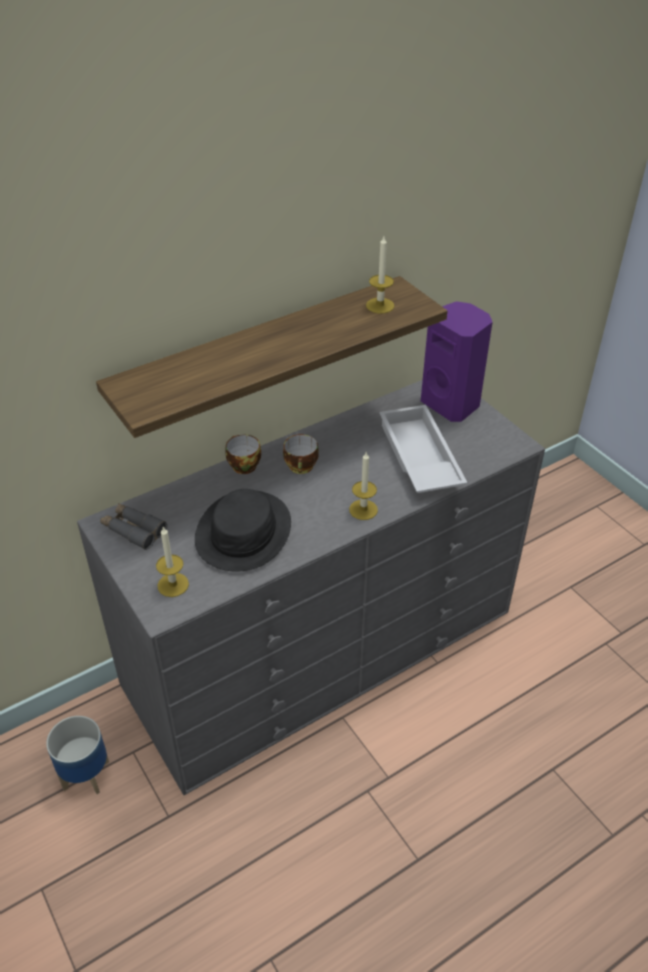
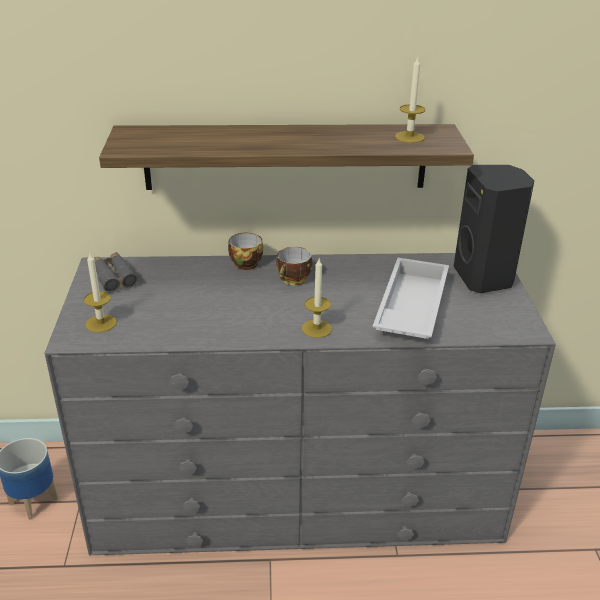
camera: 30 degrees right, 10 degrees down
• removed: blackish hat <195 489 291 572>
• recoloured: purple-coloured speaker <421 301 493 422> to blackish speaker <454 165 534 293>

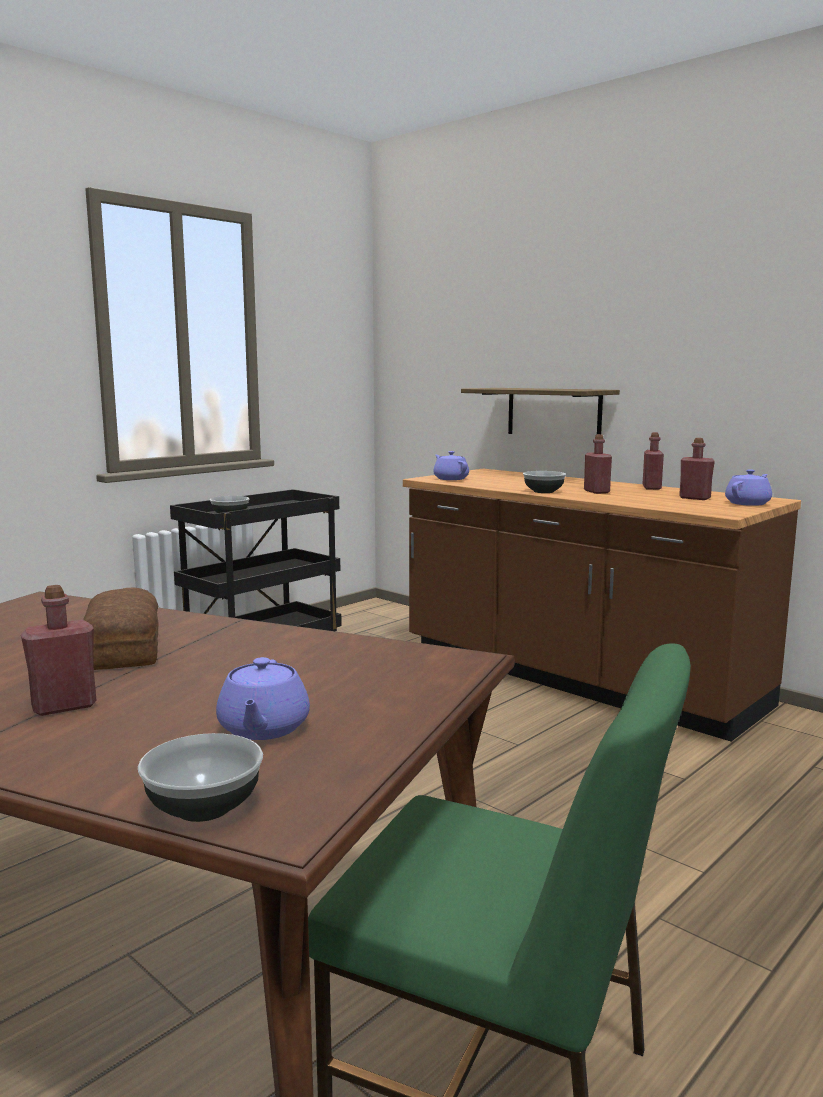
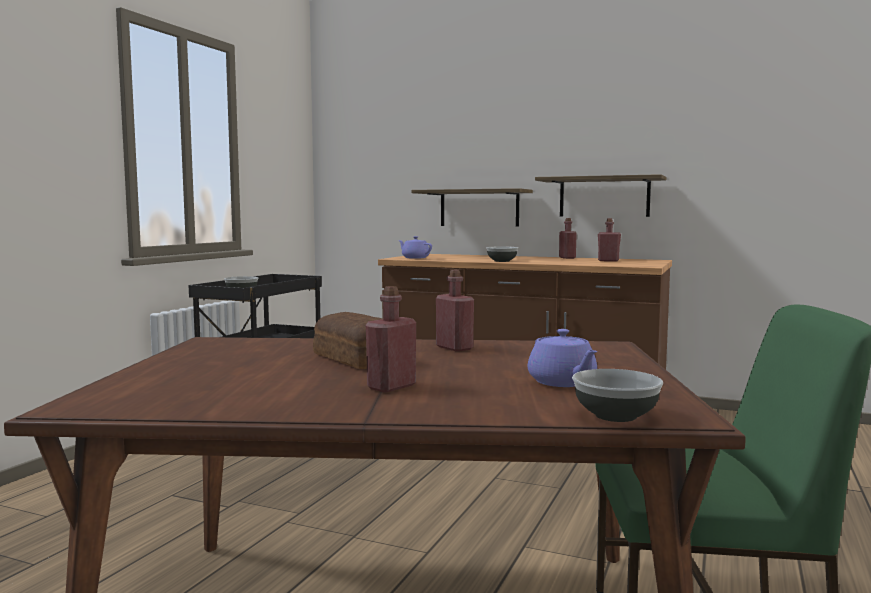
camera: 20 degrees left, 5 degrees down
• removed: purple-coloured pot for tea <725 469 772 506>
• added: bracket shelf <535 174 666 217>
• moved: red bottle <584 434 612 494> to <436 270 474 352>

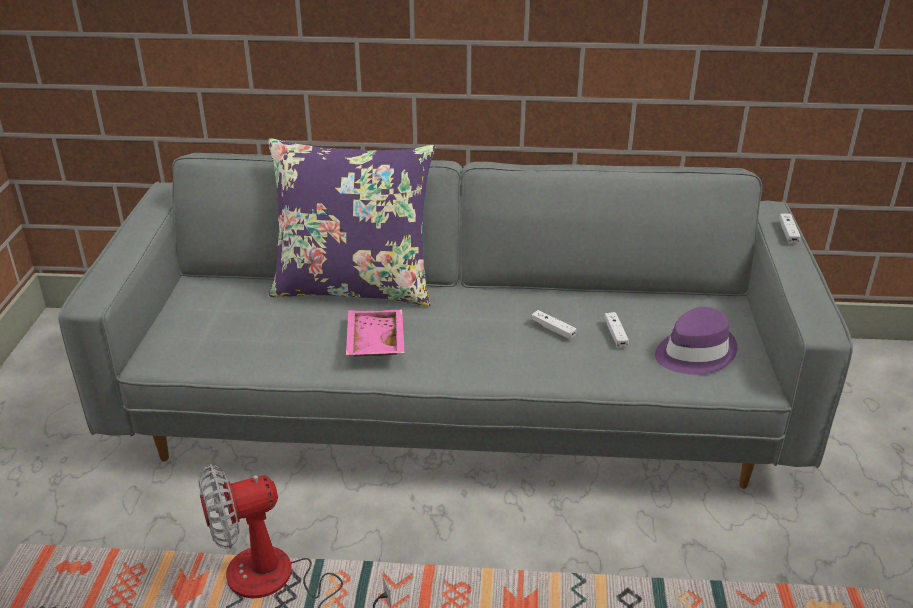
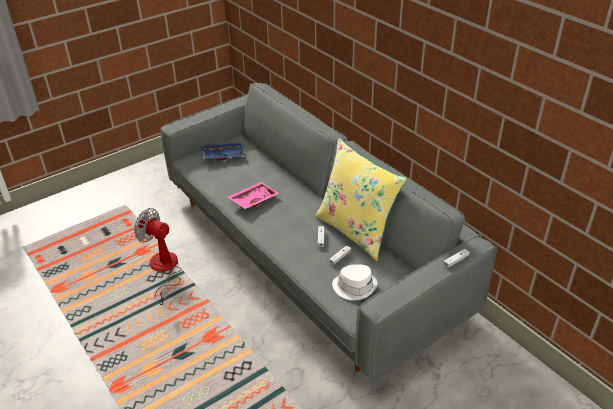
camera: 50 degrees right, 5 degrees up
• removed: purple-coloured cushion <269 138 436 306>
• added: blue-coloured tray <200 143 246 161>
• added: yellow-coloured cushion <315 138 407 261>
• recoloured: purple-coloured hat <655 307 737 375> to whitish hat <332 264 377 300>

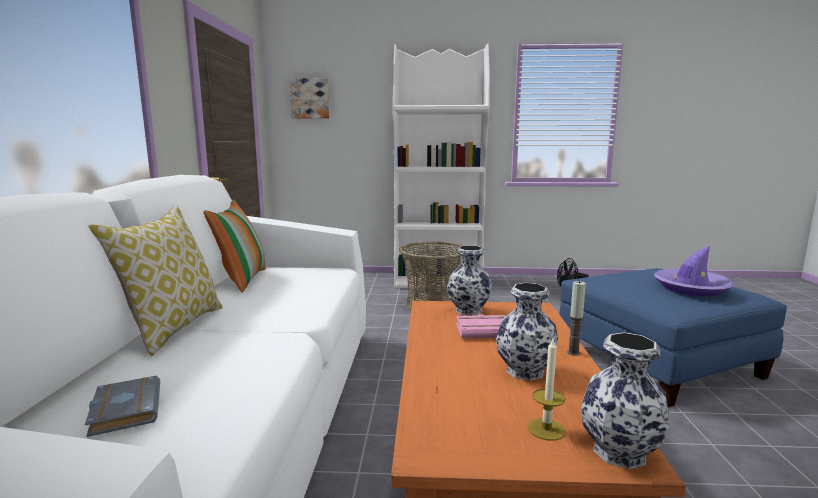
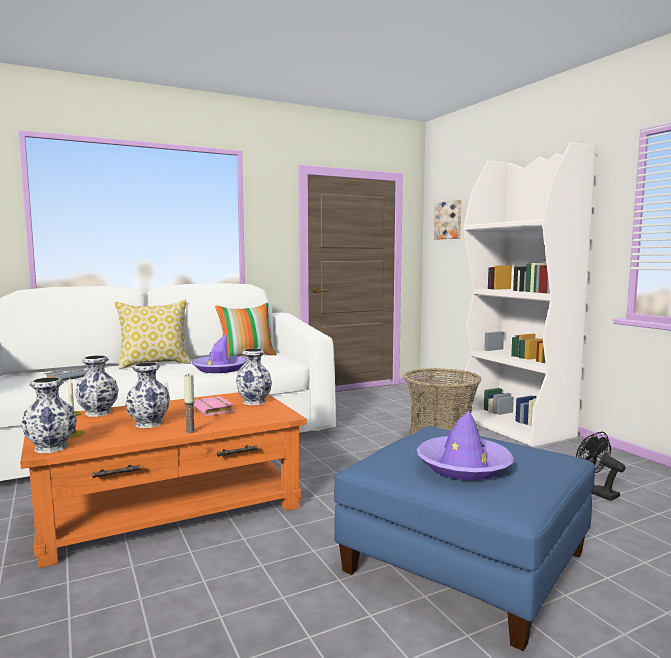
camera: 60 degrees right, 5 degrees down
• added: vase <75 355 119 417>
• added: purple-coloured hat <192 334 246 373>

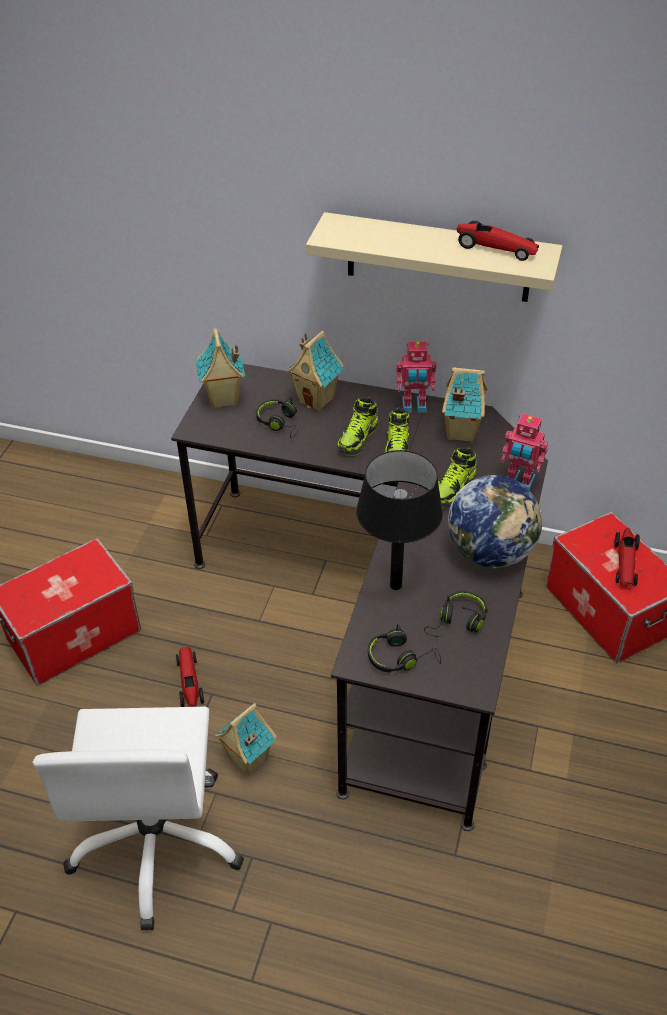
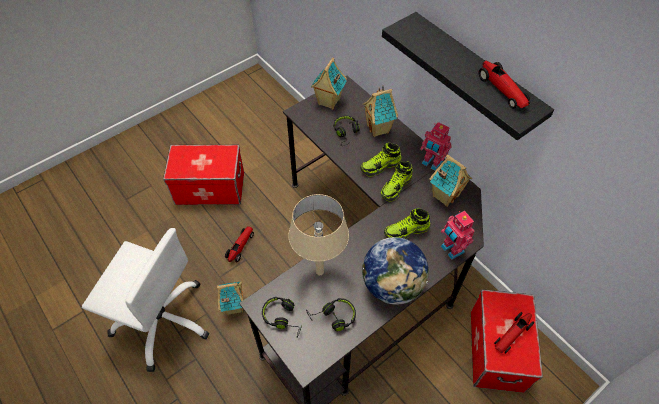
camera: 35 degrees right, 10 degrees up
• recoloured: beige bracket shelf <306 212 563 302> to blackish bracket shelf <382 12 554 140>
• recoloured: blackish table lamp <356 450 443 590> to beige table lamp <288 194 349 275>
• turned: whitish desk chair <33 707 244 930> = <82 228 209 372> 105 degrees counterclockwise

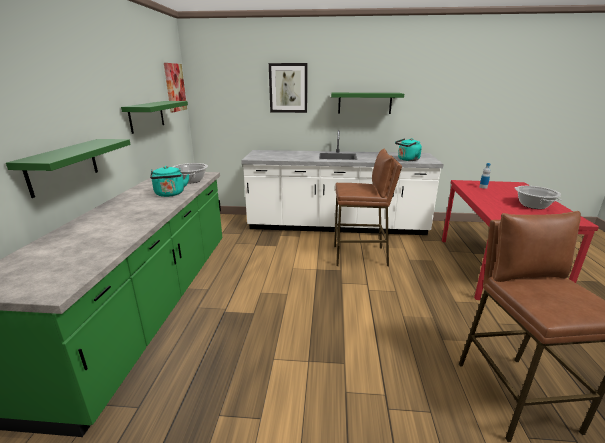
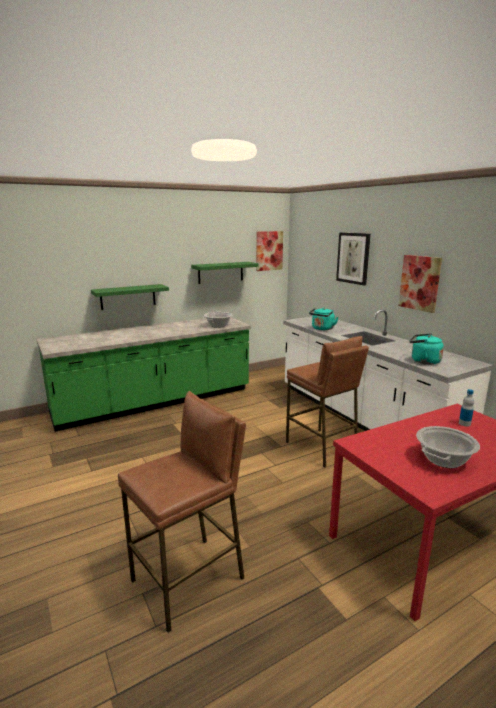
camera: 55 degrees right, 5 degrees down
• moved: turquoise-coloured tea kettle <150 166 189 197> to <309 308 339 330>
• replaced: green-coloured bracket shelf <331 93 404 114> to wall picture <398 255 442 313>

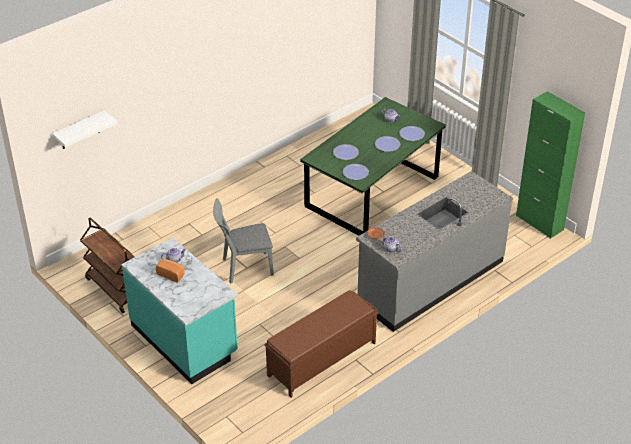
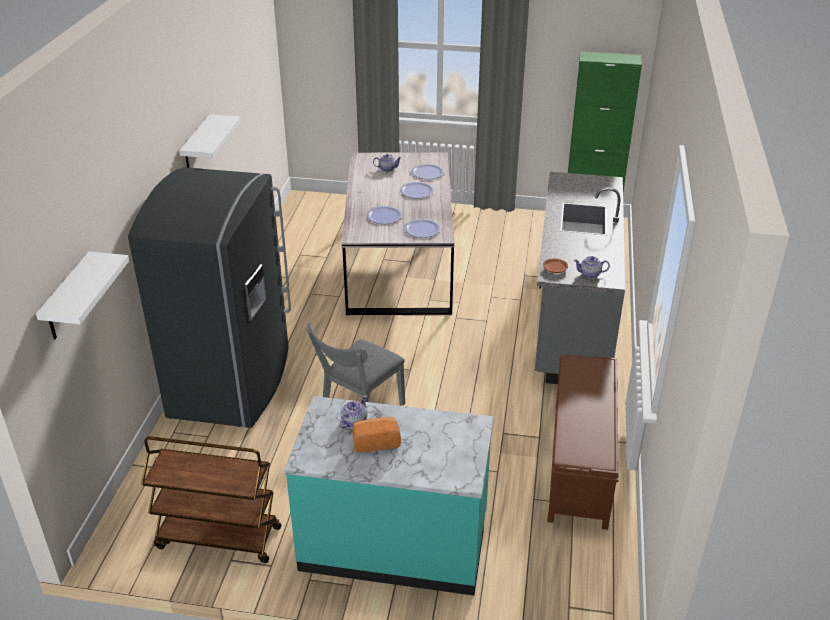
camera: 40 degrees left, 5 degrees down
• added: greyish refrigerator <128 167 291 428>
• added: whitish bracket shelf <179 114 241 168>
• recoloured: green-coloured dining table <300 97 446 236> to greyish dining table <341 152 455 315>

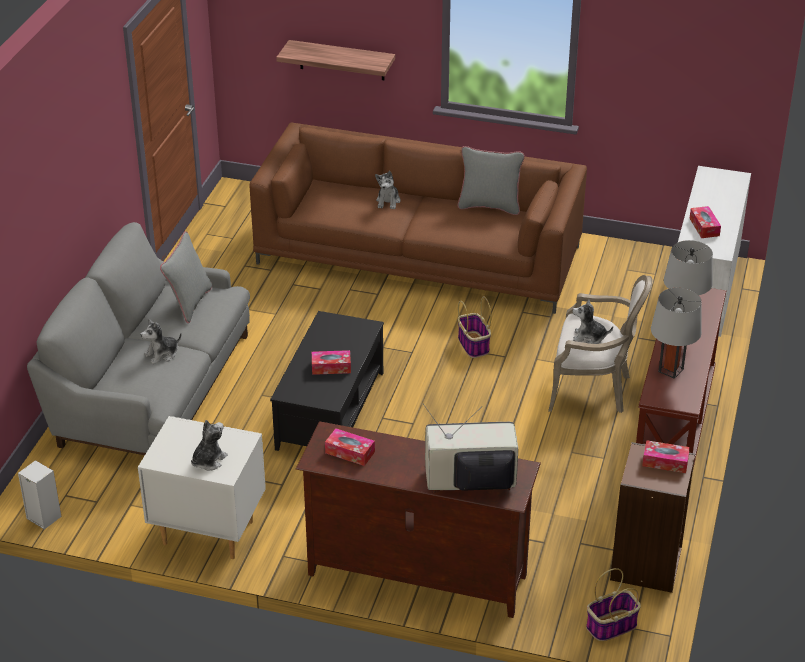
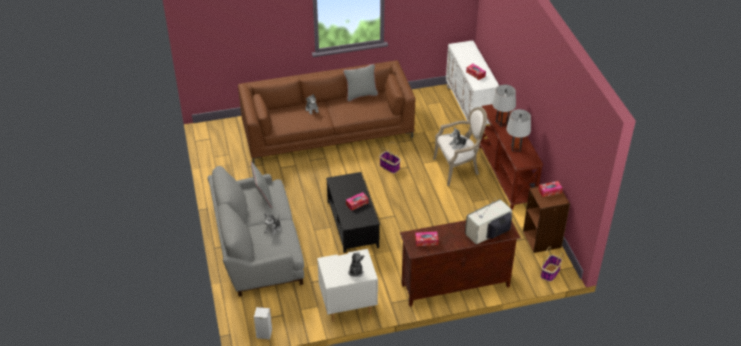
camera: 30 degrees left, 5 degrees up
• removed: bracket shelf <276 40 395 80>

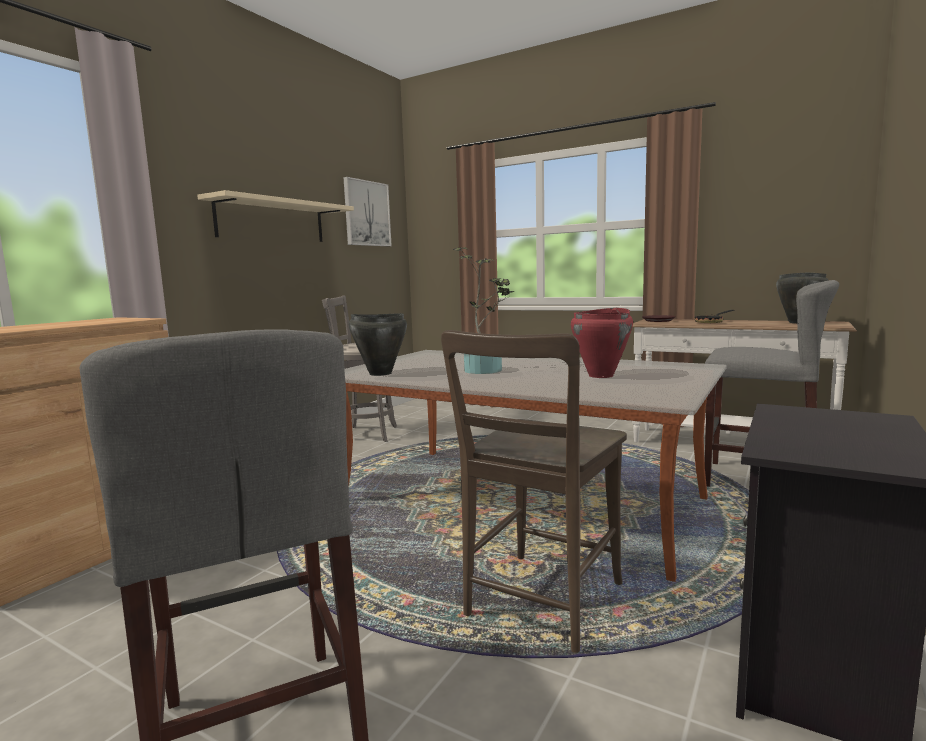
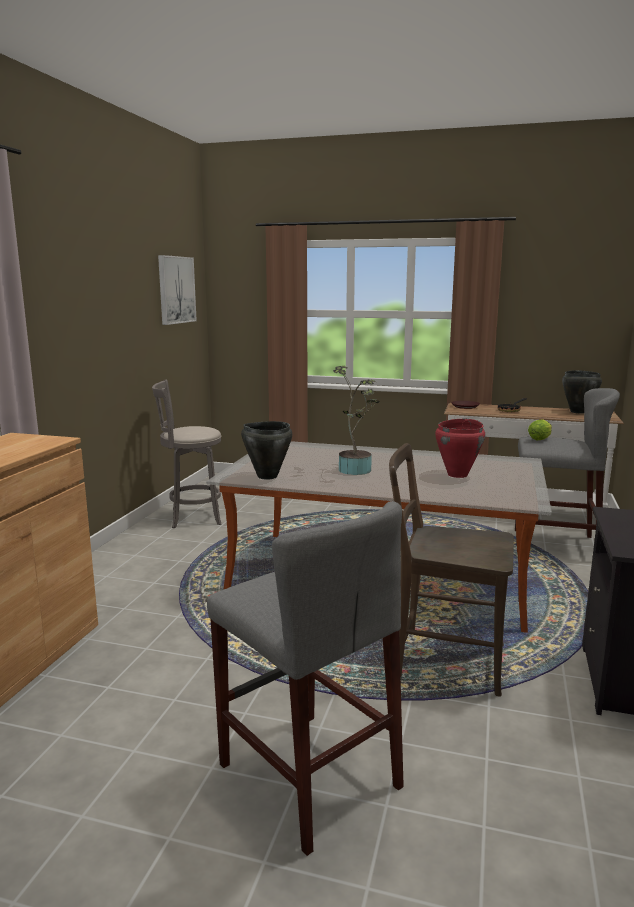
camera: 15 degrees left, 5 degrees up
• removed: beige bracket shelf <197 190 354 242>
• added: lettuce head <528 419 552 440>
• turned: brown-coloured plain chair <441 330 627 653> = <389 443 514 697> 90 degrees clockwise

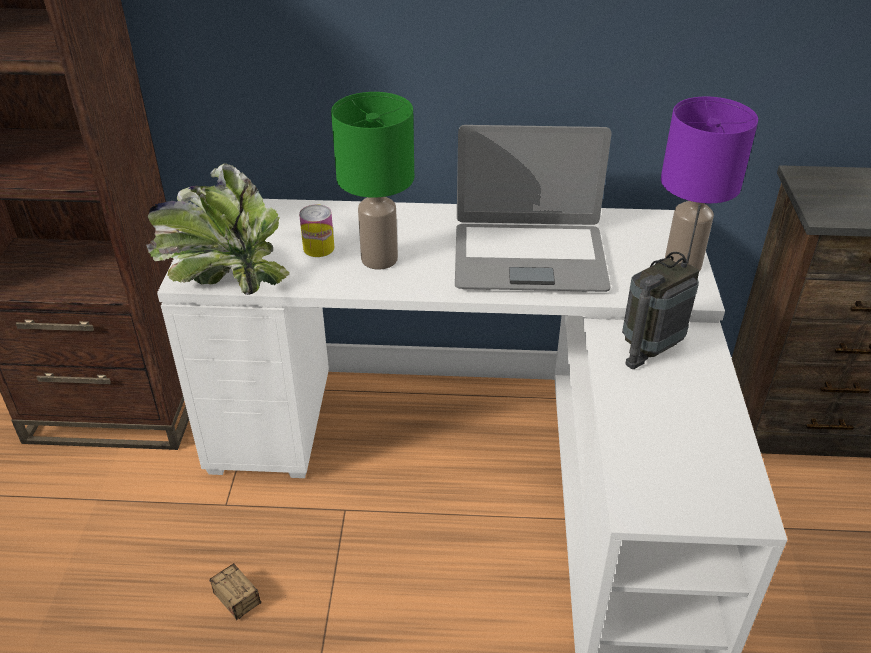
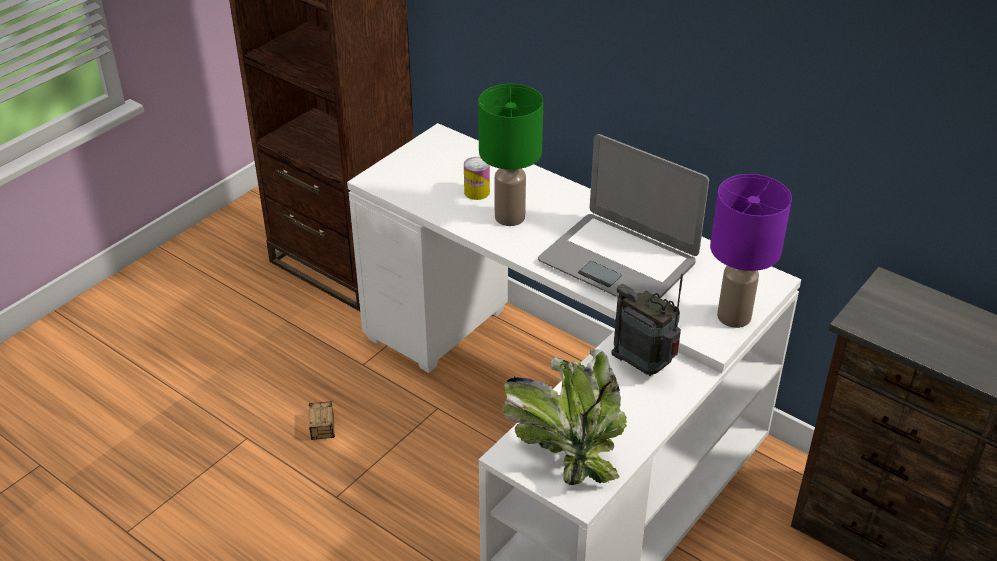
camera: 35 degrees right, 0 degrees up
• moved: potted plant <146 163 290 295> to <502 348 627 485>
• turned: radio set <622 204 701 369> = <612 274 683 376> 45 degrees clockwise

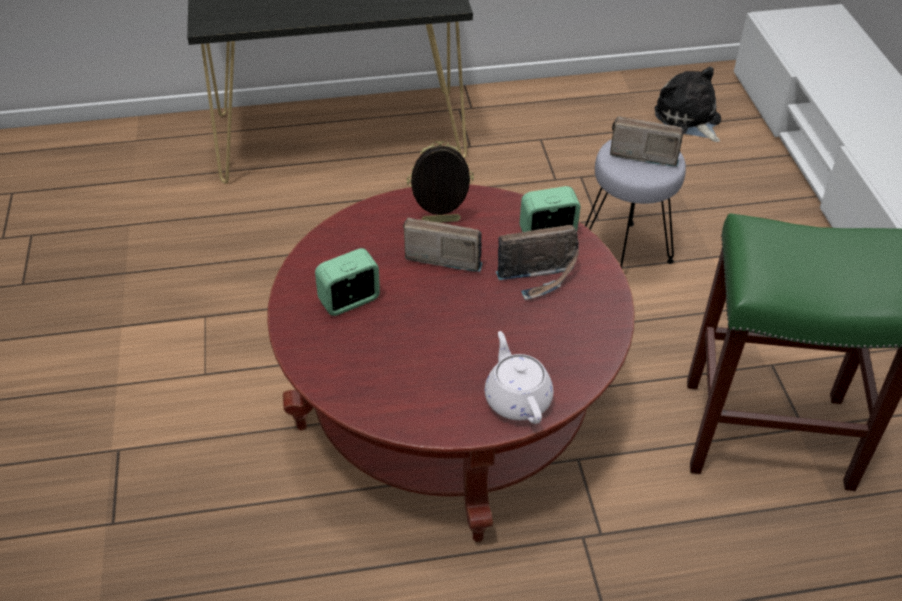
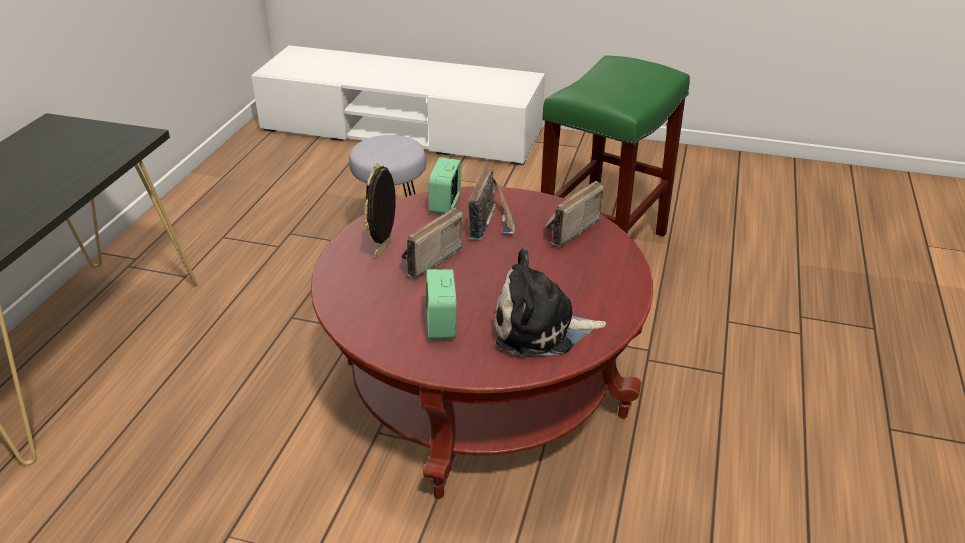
camera: 65 degrees left, 10 degrees down
• removed: whitish pot for tea <484 331 553 424>
• moved: radio set <610 116 684 167> to <546 181 604 247>
• moved: cuddly toy <655 67 721 142> to <495 249 606 356>

